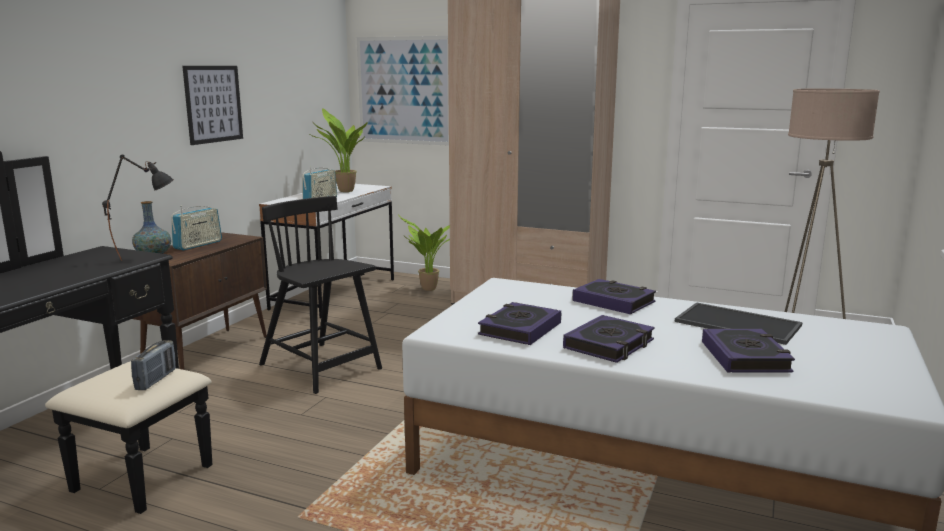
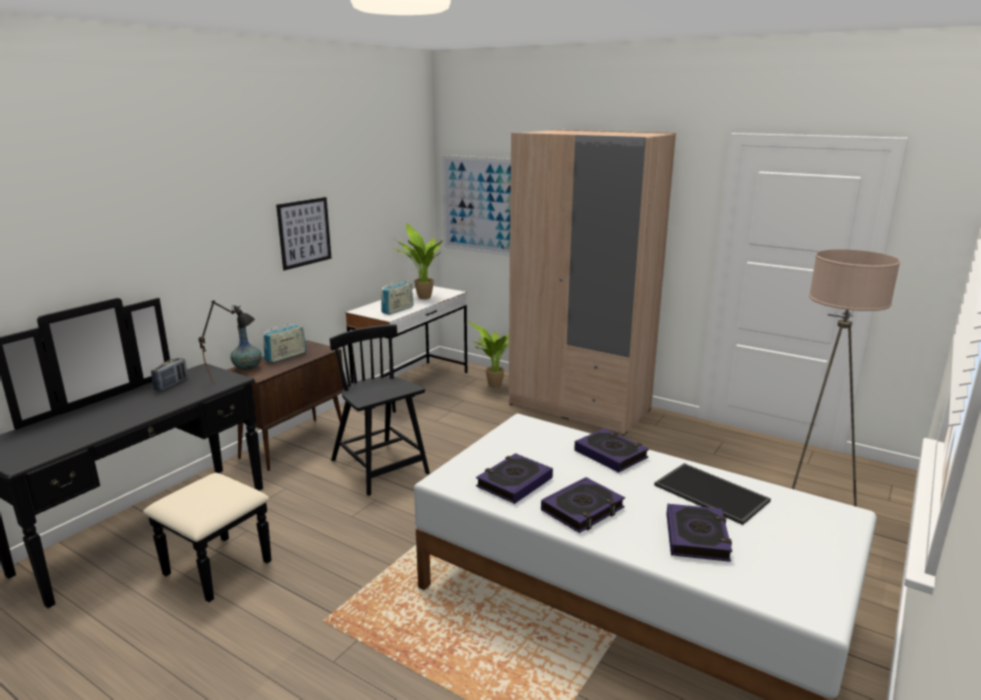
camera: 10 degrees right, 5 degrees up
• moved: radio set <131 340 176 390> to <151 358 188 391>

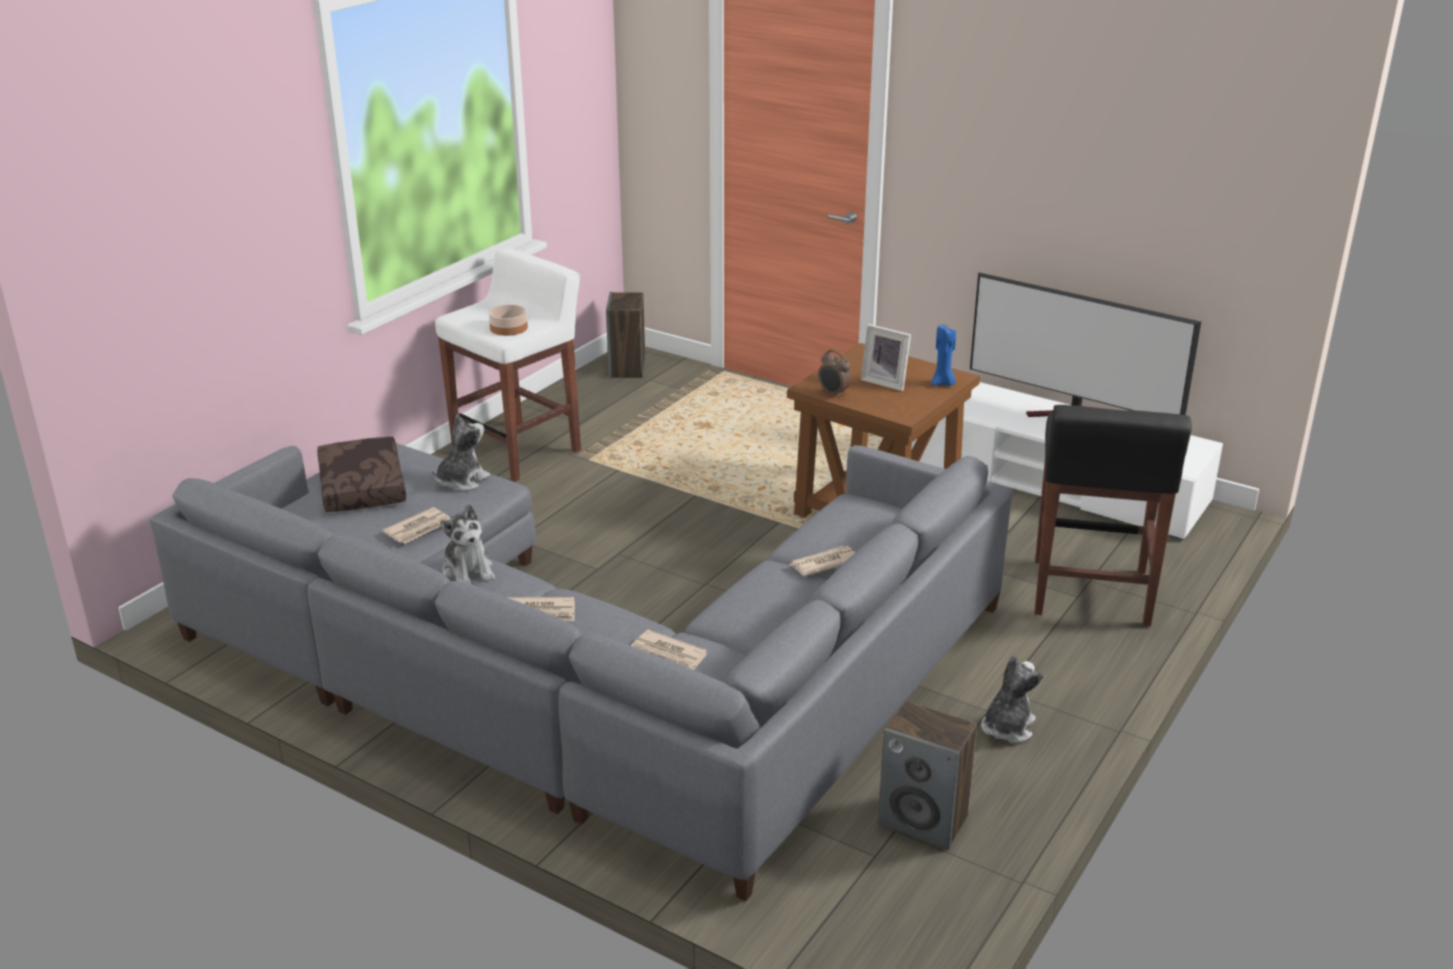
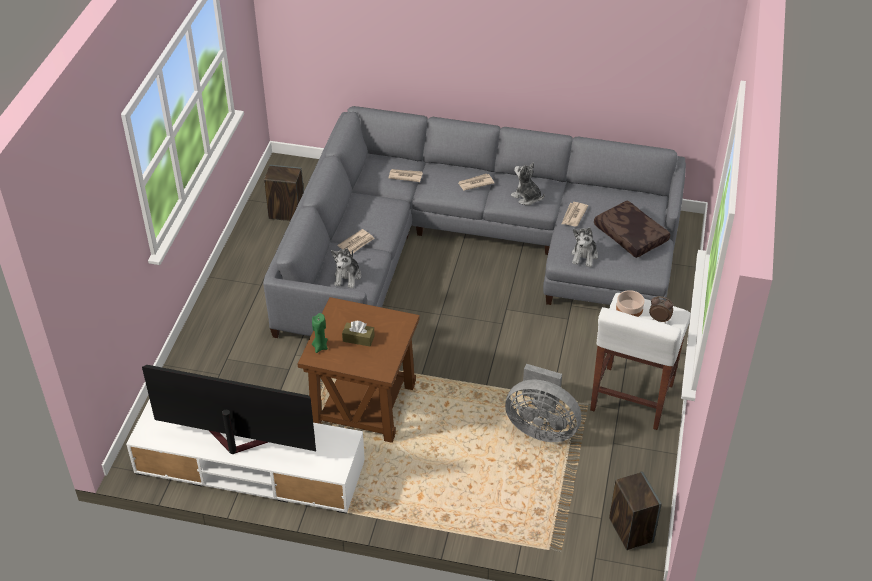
camera: 160 degrees right, 15 degrees up
• removed: blackish stool <1035 405 1192 626>
• added: greyish fan <505 364 581 442>
• moved: table clock <818 350 852 398> to <649 296 673 323>
• moved: cuddly toy <981 655 1043 743> to <331 248 361 288>
• replaced: picture frame <861 324 911 391> to brown-coloured box of tissues <342 321 375 346>
• recoloured: blue-coloured candle <931 324 956 386> to green-coloured candle <312 313 328 353>

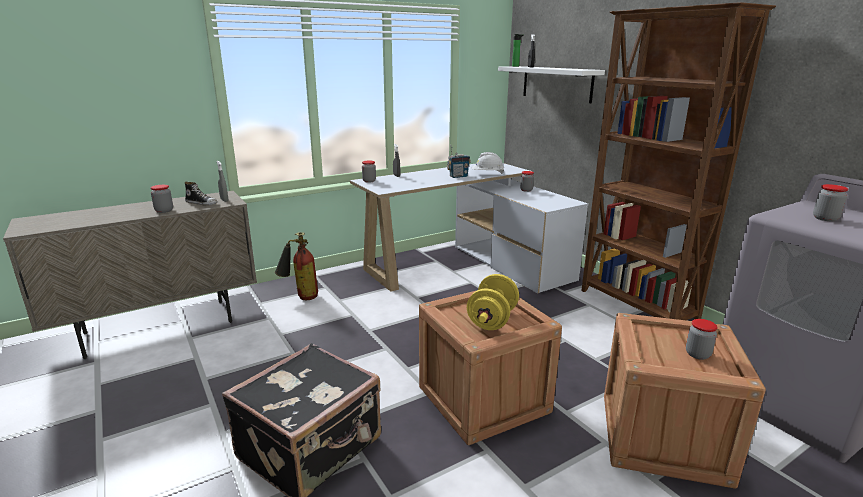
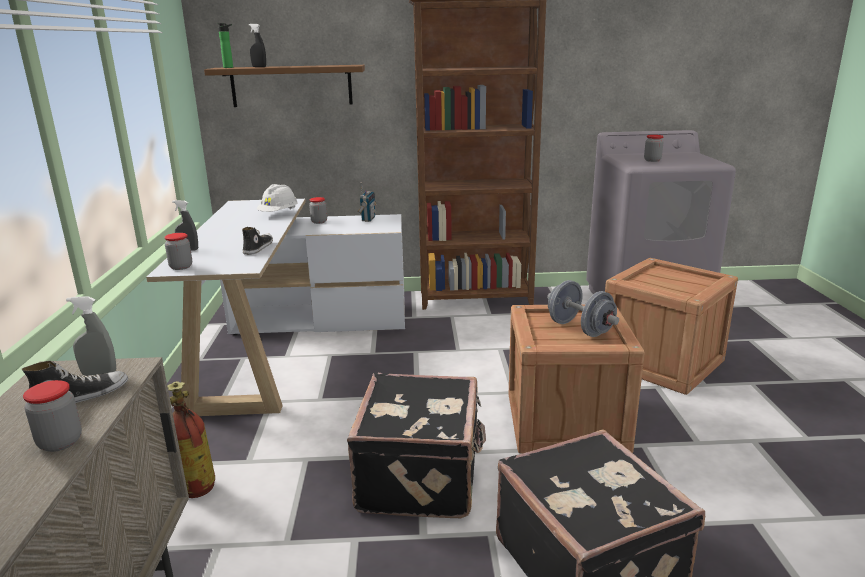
camera: 60 degrees left, 0 degrees up
• removed: jar <686 319 718 360>
• added: low shoe <242 227 273 255>
• added: blackish travel case <347 373 486 518>
• moved: radio set <447 146 471 178> to <357 182 377 222>
• recoloured: yellow-coloured dumbbell <467 274 519 330> to greyish dumbbell <547 280 619 337>
• recoloured: whitish bracket shelf <498 66 605 103> to brown-coloured bracket shelf <204 65 365 107>

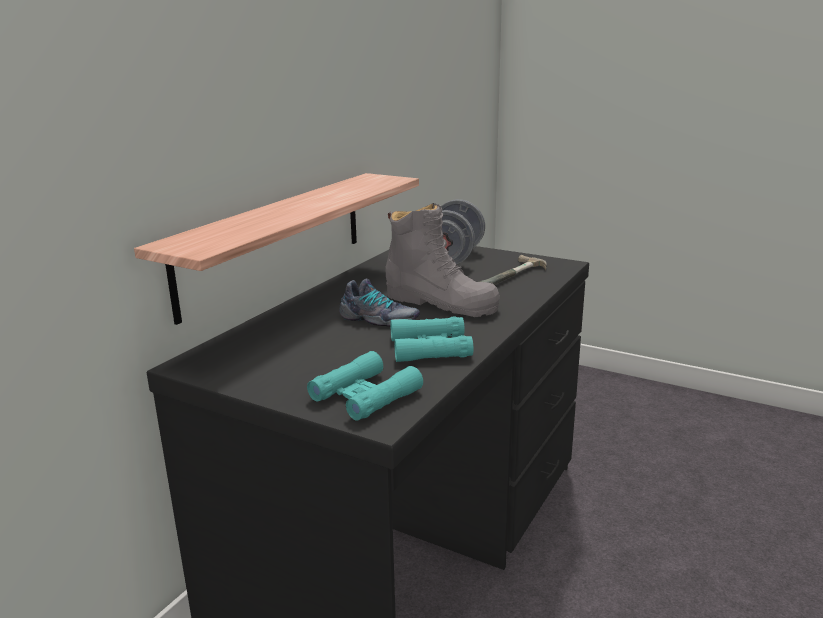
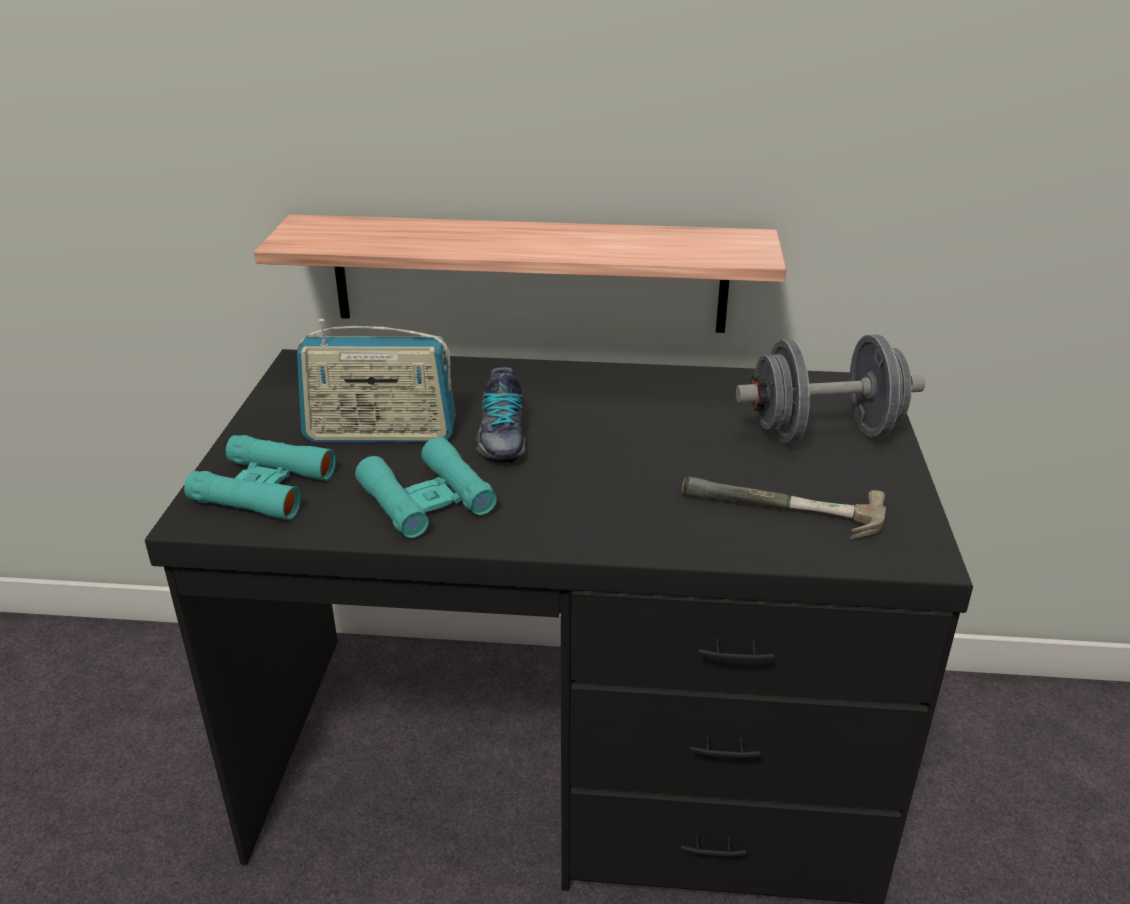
camera: 65 degrees right, 10 degrees up
• removed: greyish tall boot <385 203 500 317>
• added: radio set <297 319 456 442>

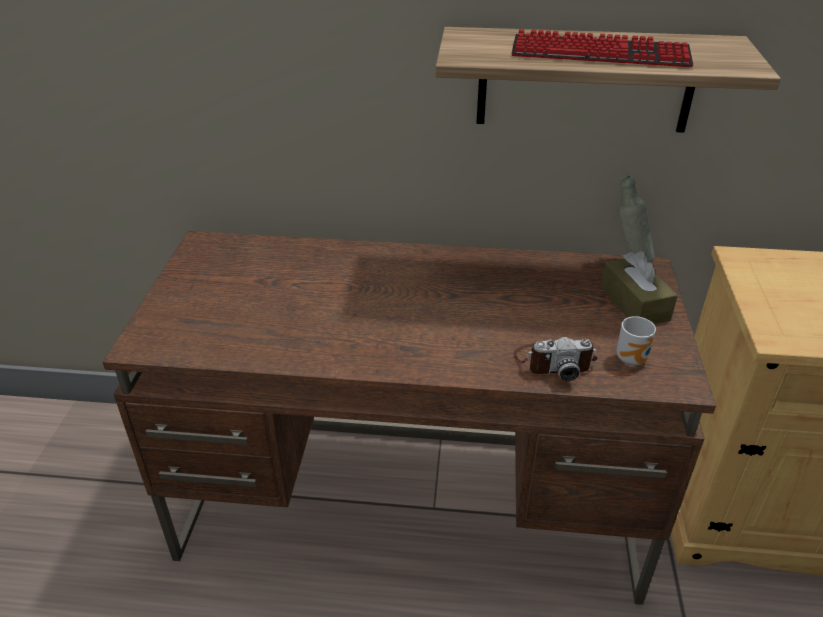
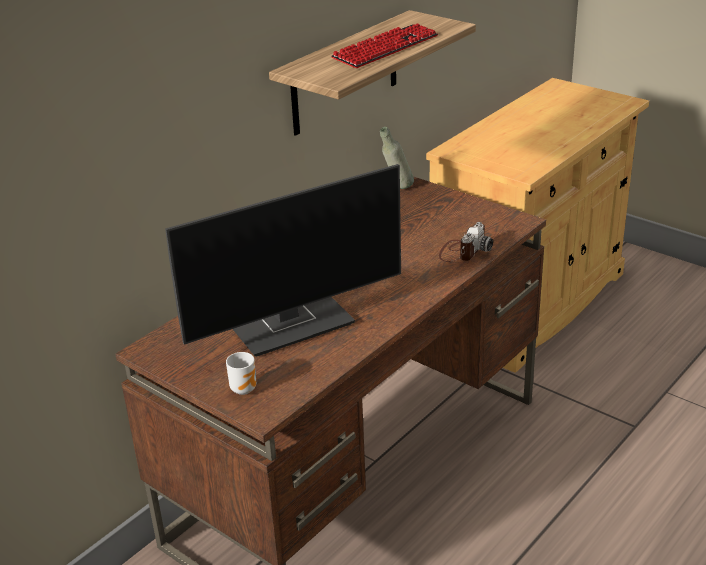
camera: 55 degrees left, 5 degrees down
• removed: brown-coloured box of tissues <601 251 678 324>
• added: computer screen <165 164 401 357>
• moved: mug <616 316 656 366> to <226 352 256 395>

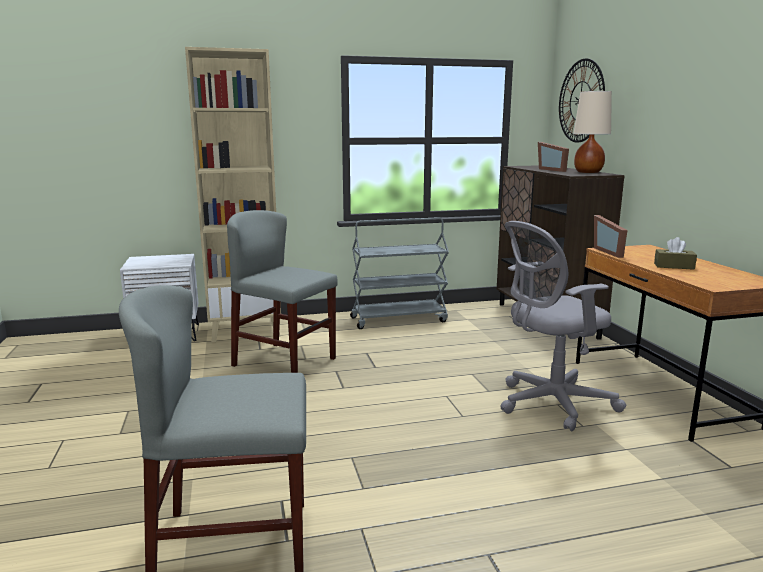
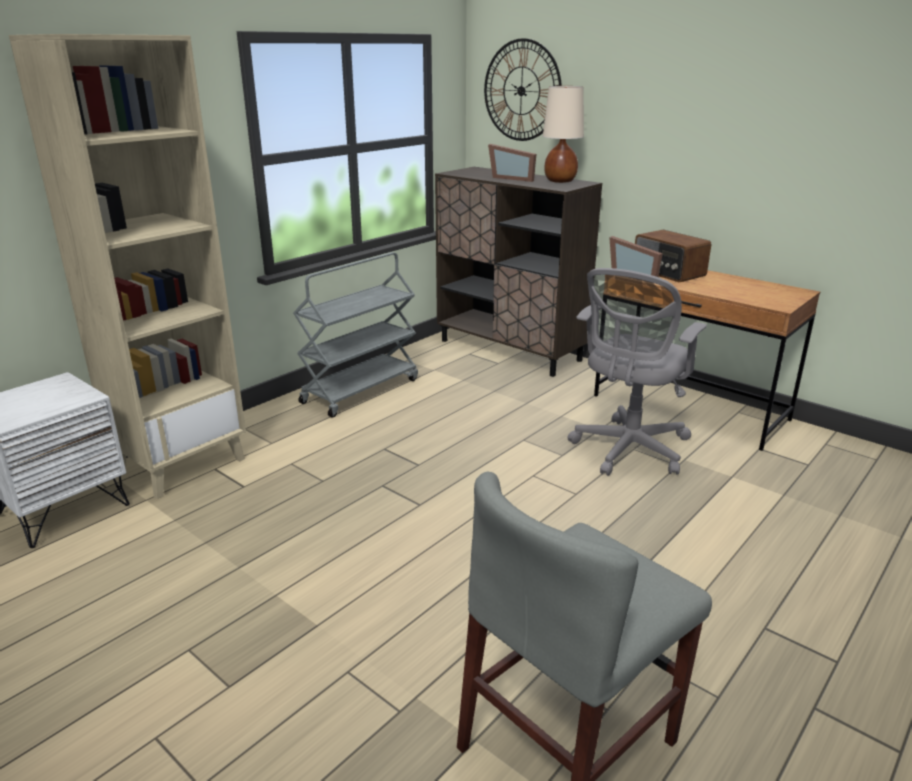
camera: 35 degrees left, 10 degrees up
• removed: greyish plain chair <227 210 338 373>
• removed: brown-coloured box of tissues <654 237 697 270>
• added: radio set <635 230 712 282>

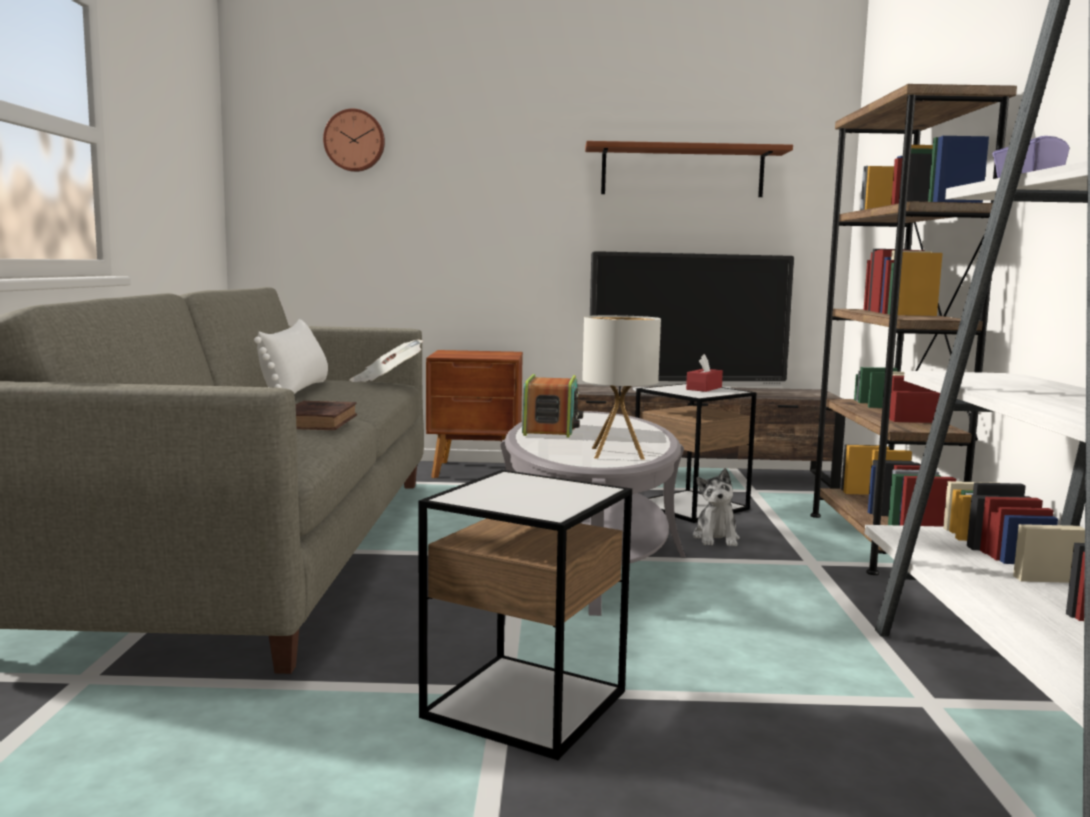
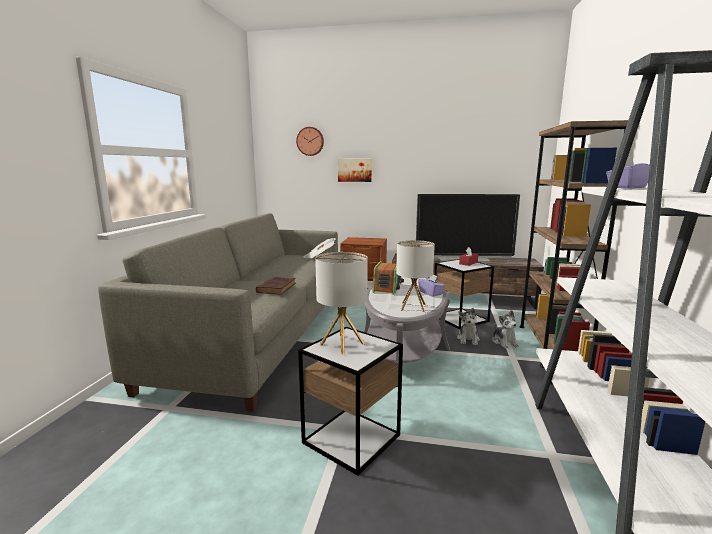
camera: 10 degrees right, 5 degrees up
• removed: whitish cushion <254 319 328 394>
• removed: brown-coloured bracket shelf <585 141 793 197>
• added: table lamp <315 252 368 355>
• added: wall picture <338 159 372 182>
• added: purple-coloured box of tissues <418 275 445 297>
• added: cuddly toy <492 310 519 349>

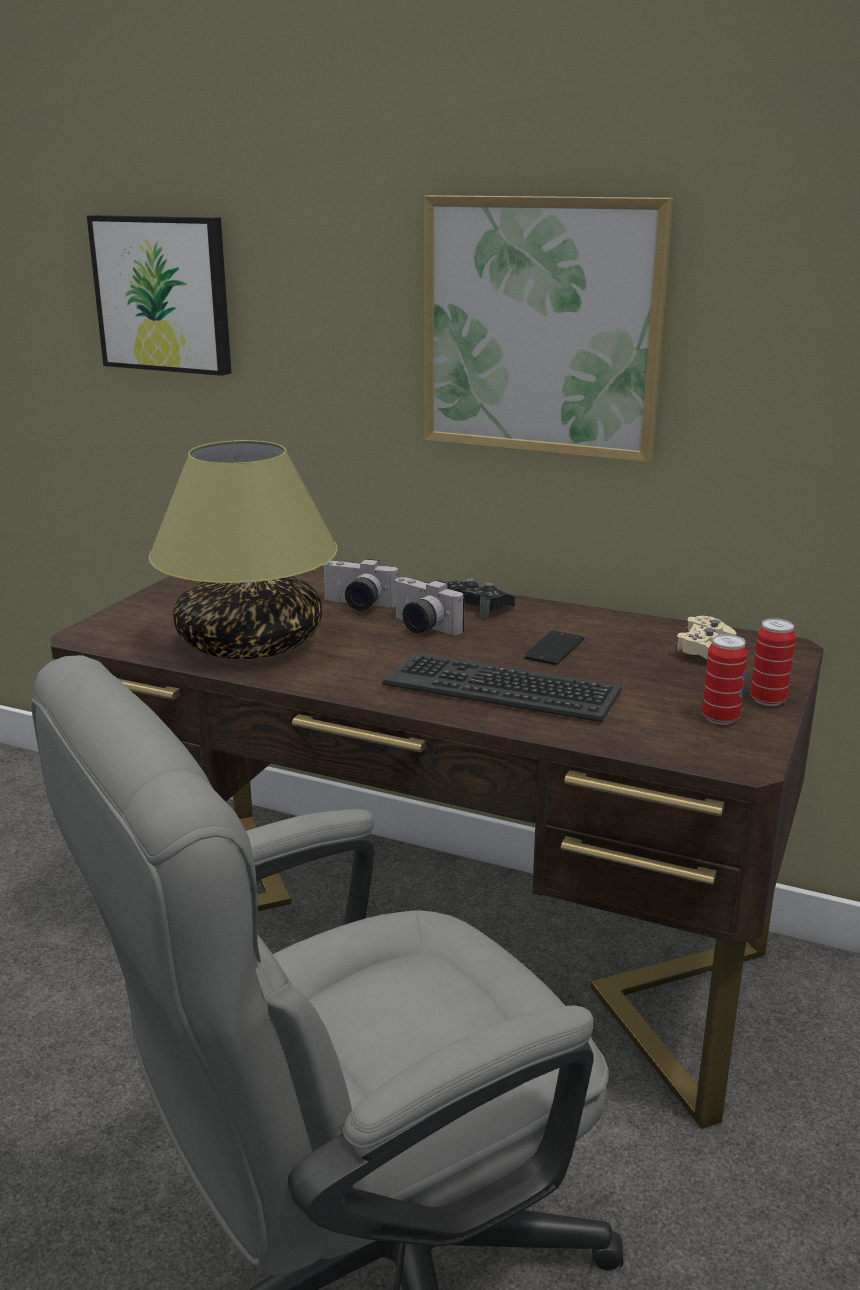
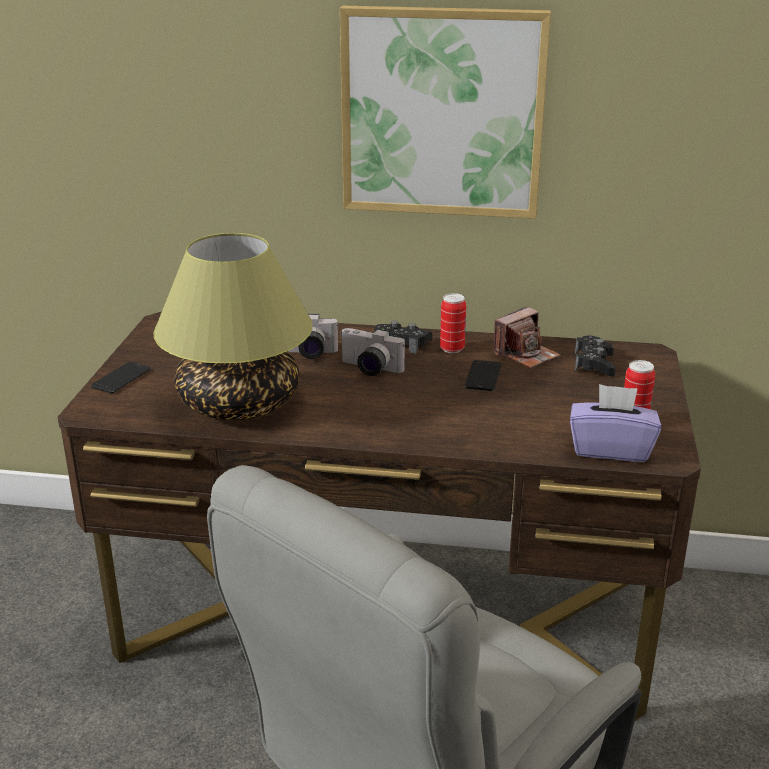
camera: 15 degrees left, 5 degrees up
• removed: wall picture <87 215 231 376>
• removed: computer keyboard <382 653 622 722>
• added: phone <91 362 151 393>
• added: photo camera <493 306 560 368>
• added: purple-coloured box of tissues <570 384 661 462>
• moved: metal can <750 618 796 706> to <440 293 466 353>
• recoloured: beige gamepad <674 616 737 659> to blackish gamepad <575 336 616 377>

